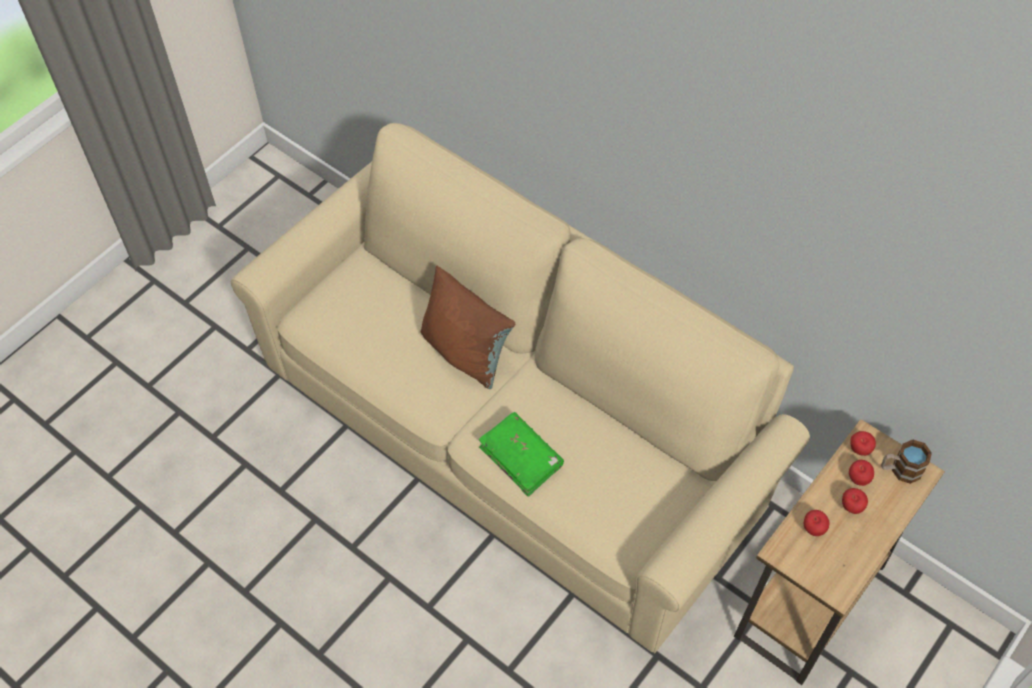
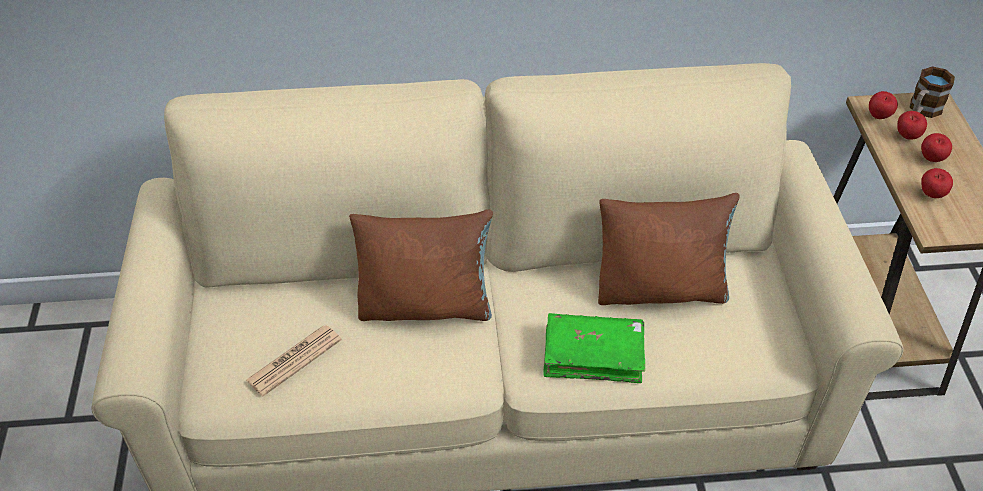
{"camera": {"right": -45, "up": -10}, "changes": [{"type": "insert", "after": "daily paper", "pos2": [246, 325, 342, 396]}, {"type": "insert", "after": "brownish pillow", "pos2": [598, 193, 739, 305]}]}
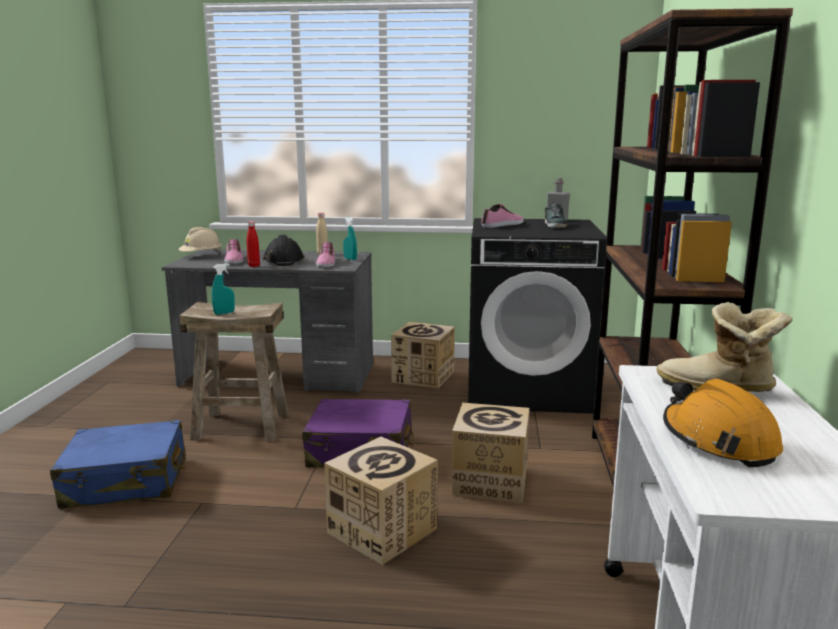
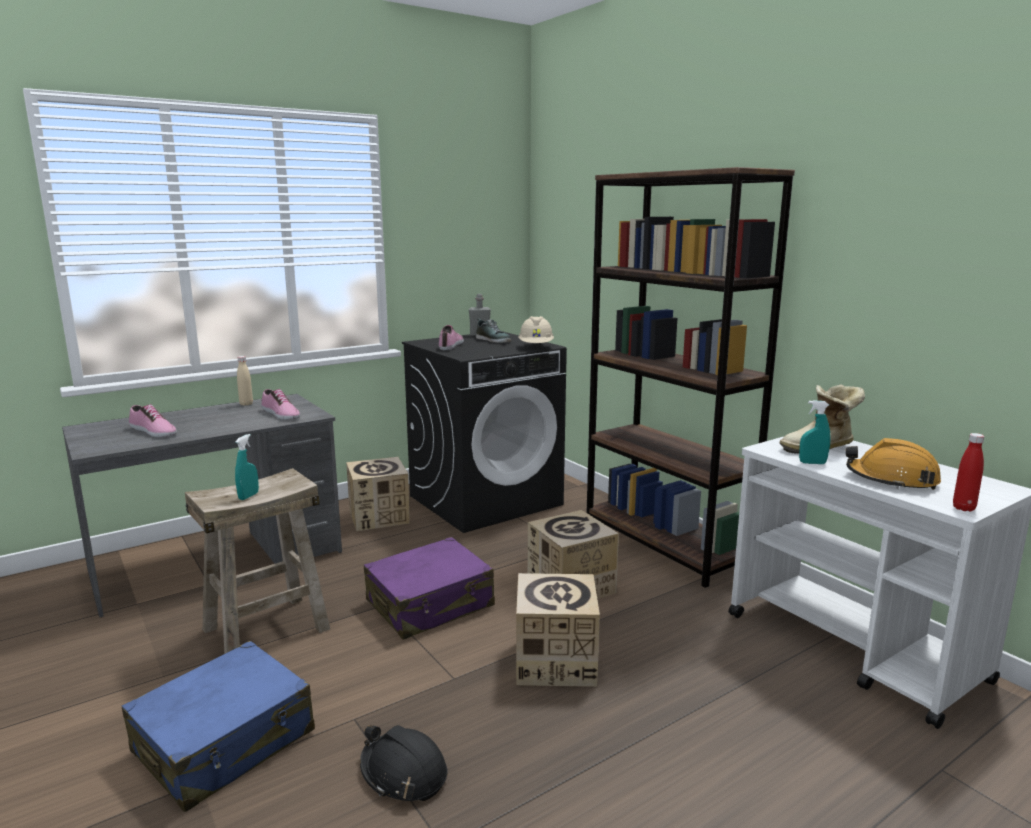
{"camera": {"right": -40, "up": 0}, "changes": [{"type": "move", "before": "black-coloured work helmet", "pos1": [263, 235, 305, 266], "pos2": [360, 725, 448, 801]}, {"type": "move", "before": "sand-coloured work helmet", "pos1": [179, 227, 222, 253], "pos2": [518, 316, 554, 344]}, {"type": "move", "before": "turquoise-coloured hand sprayer", "pos1": [343, 217, 357, 260], "pos2": [799, 400, 831, 464]}, {"type": "move", "before": "red-coloured drink bottle", "pos1": [247, 221, 260, 267], "pos2": [953, 433, 984, 512]}]}
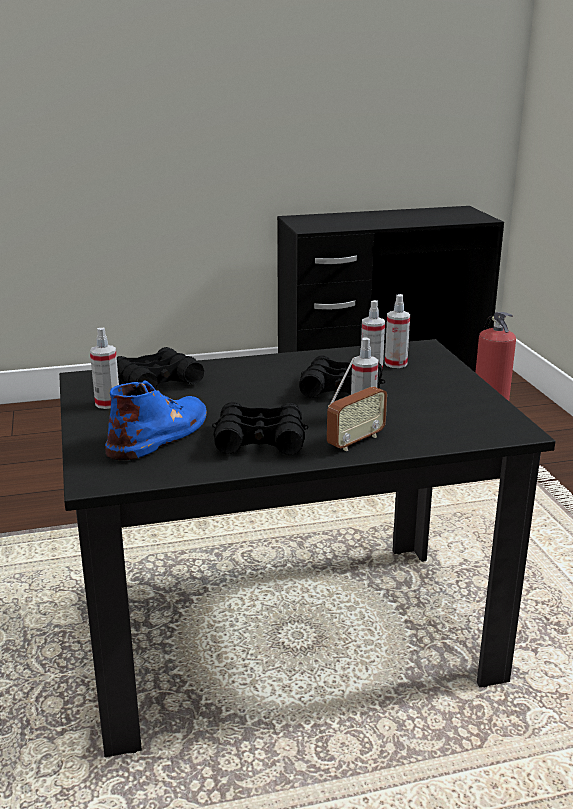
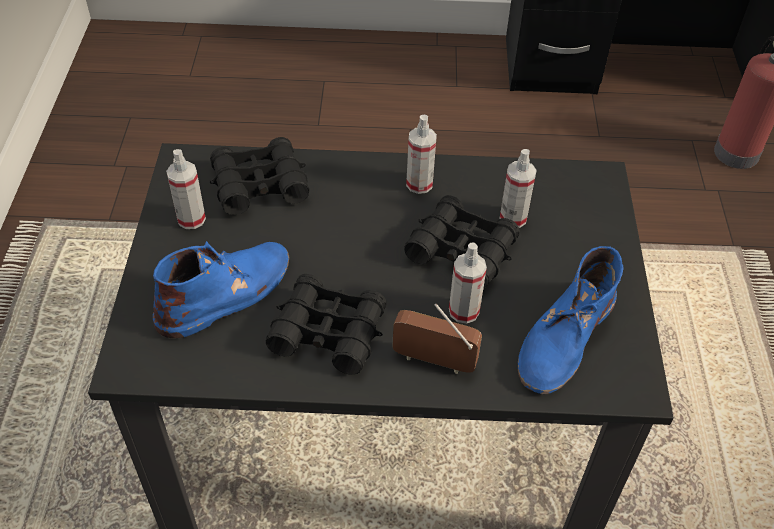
{"camera": {"right": 15, "up": 25}, "changes": [{"type": "rotate", "before": "radio set", "pos1": [327, 358, 387, 451], "pos2": [392, 304, 482, 374], "turn": -135}, {"type": "move", "before": "hand sprayer", "pos1": [385, 294, 410, 368], "pos2": [406, 115, 437, 194]}, {"type": "insert", "after": "blue-coloured high-top boot", "pos2": [518, 246, 624, 394]}]}
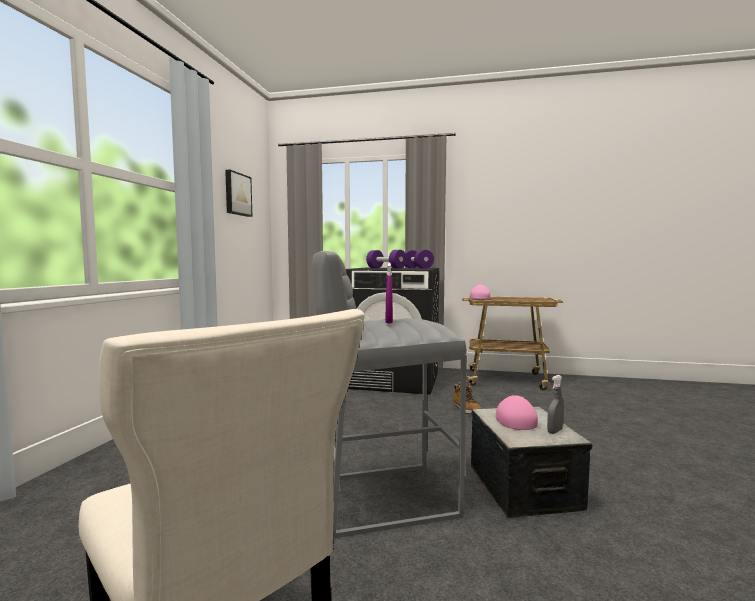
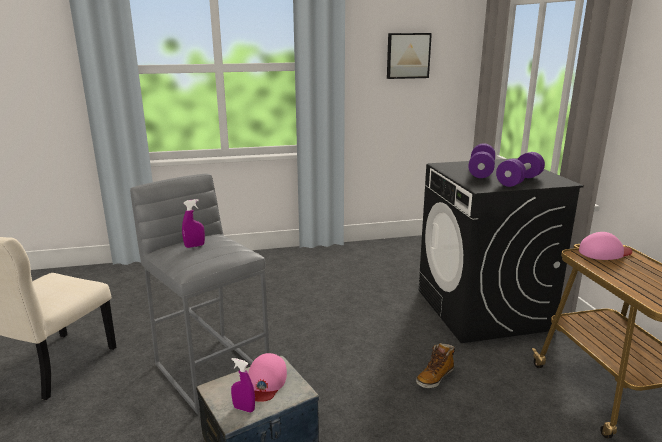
{"camera": {"right": 65, "up": 15}, "changes": [{"type": "recolor", "before": "grey hand sprayer", "after": "purple-coloured hand sprayer", "pos1": [547, 375, 564, 434], "pos2": [231, 358, 255, 413]}, {"type": "rotate", "before": "pinkish baseball cap", "pos1": [495, 395, 538, 430], "pos2": [248, 353, 287, 402], "turn": 120}]}
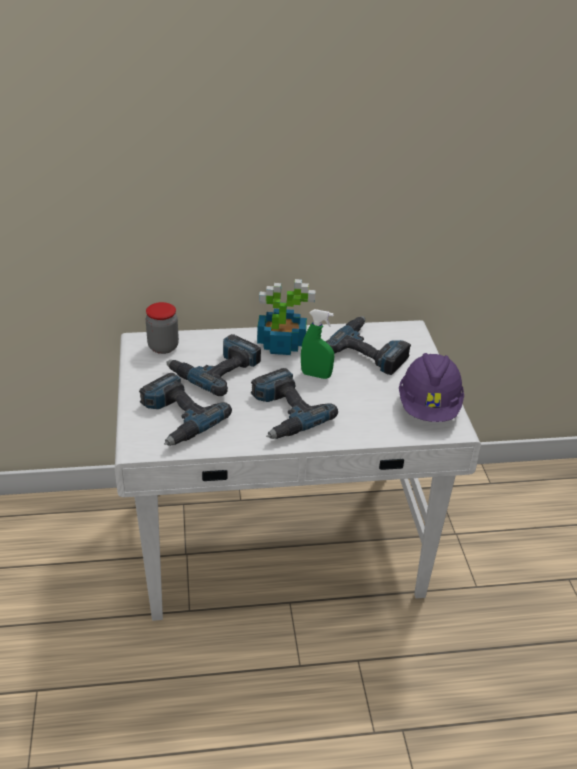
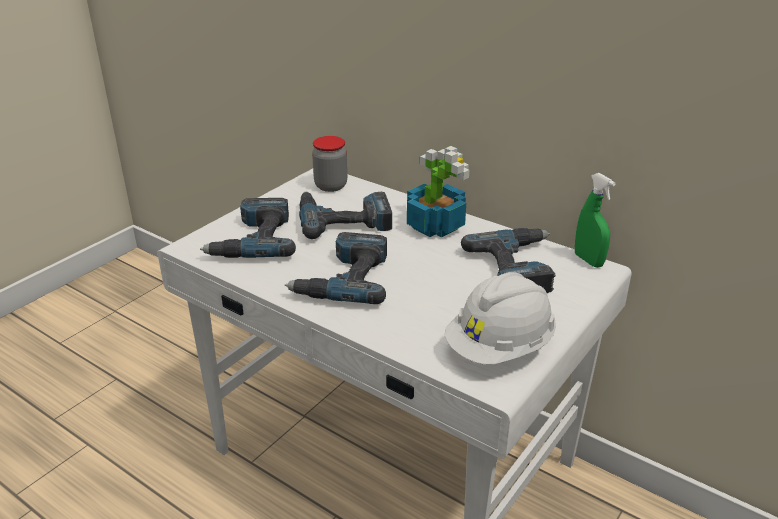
{"camera": {"right": 45, "up": -5}, "changes": [{"type": "recolor", "before": "purple-coloured work helmet", "after": "whitish work helmet", "pos1": [399, 353, 464, 422], "pos2": [445, 272, 556, 365]}, {"type": "move", "before": "green hand sprayer", "pos1": [301, 309, 334, 379], "pos2": [575, 173, 616, 268]}]}
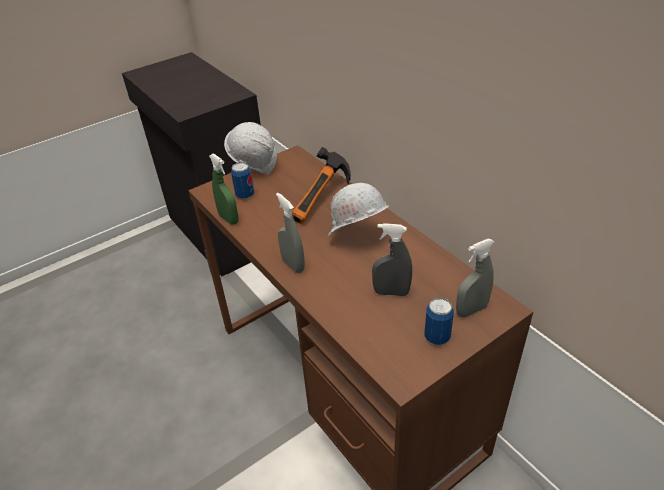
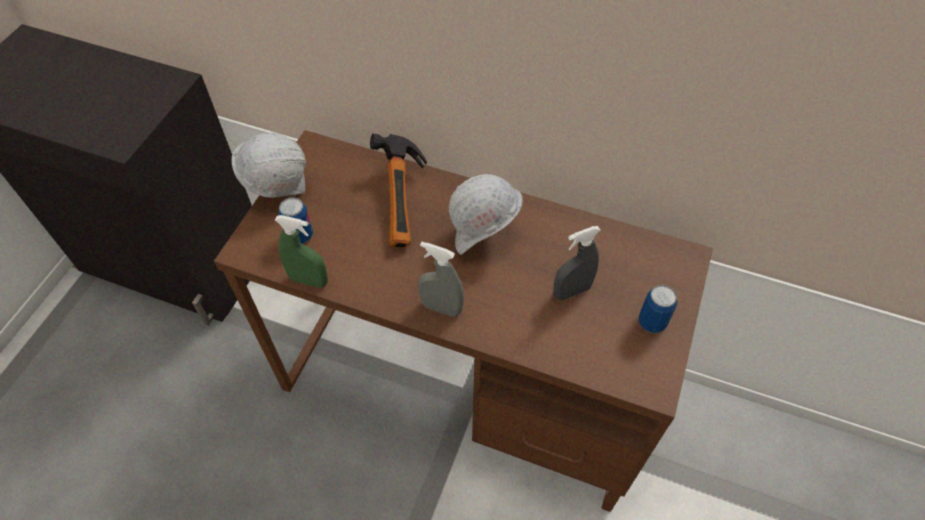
{"camera": {"right": -35, "up": 15}, "changes": [{"type": "delete", "before": "grey hand sprayer", "pos1": [456, 239, 495, 317]}]}
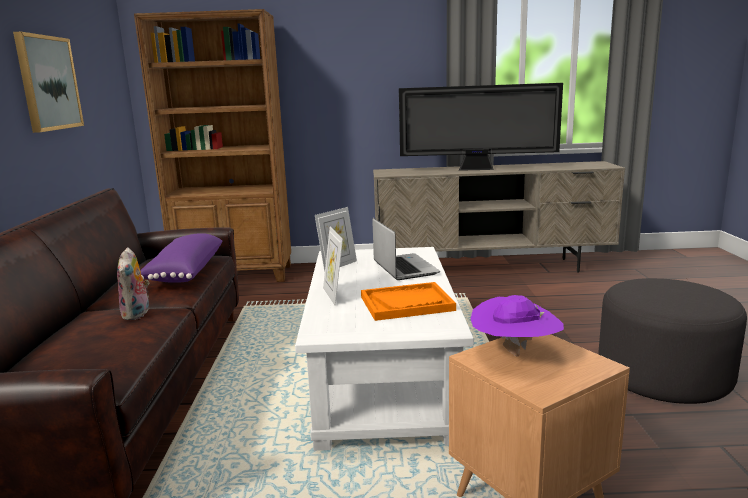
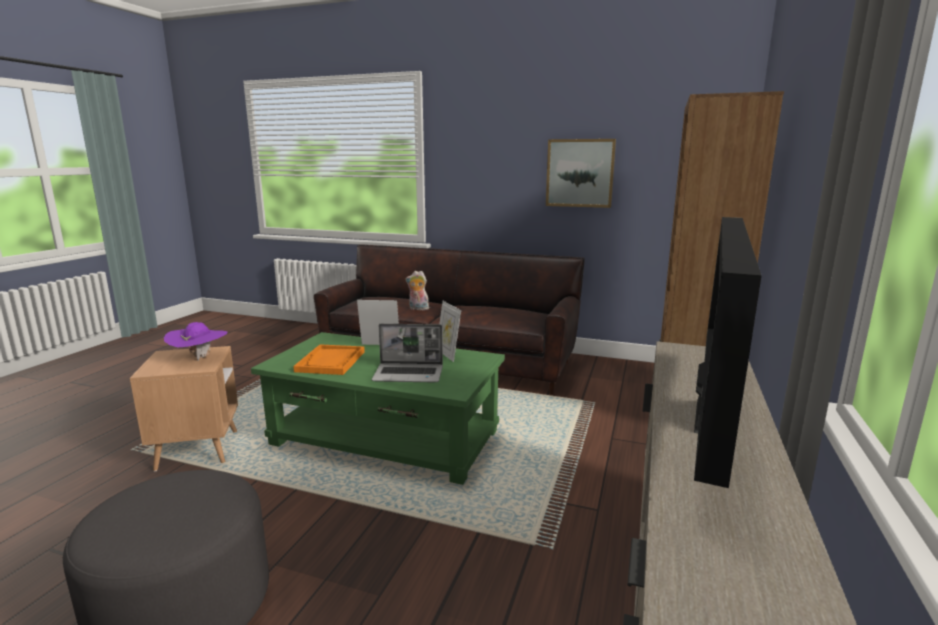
{"camera": {"right": 110, "up": 0}, "changes": [{"type": "recolor", "before": "whitish coffee table", "after": "green coffee table", "pos1": [295, 247, 474, 451], "pos2": [251, 332, 505, 485]}, {"type": "delete", "before": "purple-coloured pillow", "pos1": [140, 233, 222, 283]}]}
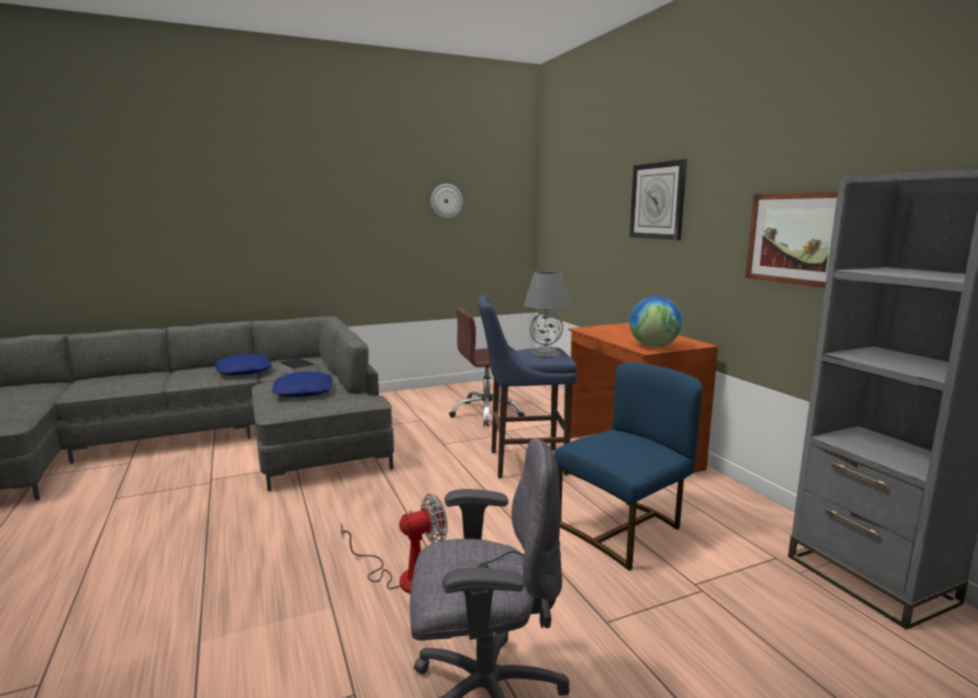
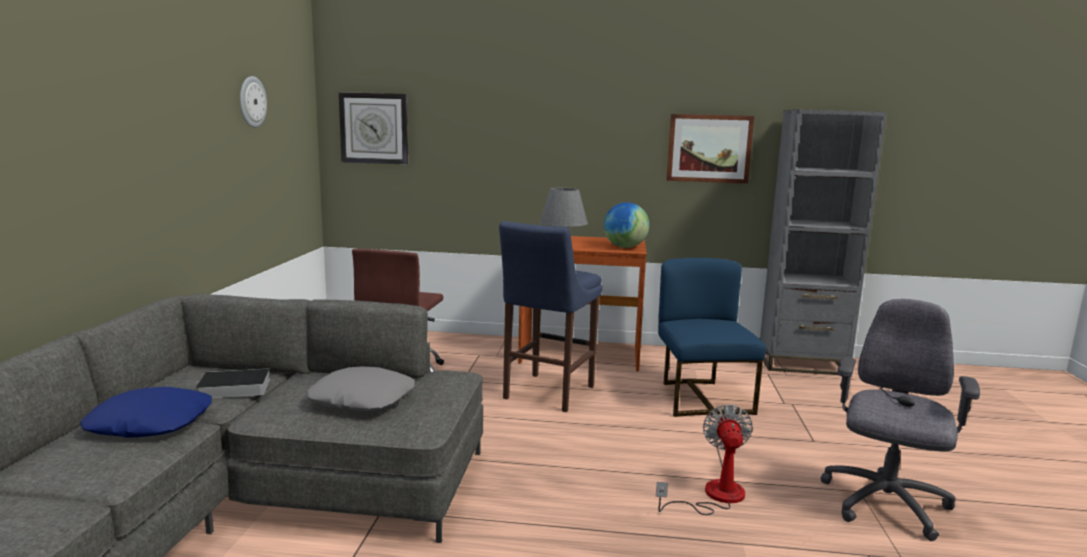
{"camera": {"right": -60, "up": 0}, "changes": [{"type": "recolor", "before": "blue-coloured pillow", "after": "grey pillow", "pos1": [272, 371, 333, 397], "pos2": [307, 367, 415, 411]}, {"type": "move", "before": "wall clock", "pos1": [630, 159, 687, 240], "pos2": [339, 92, 408, 165]}]}
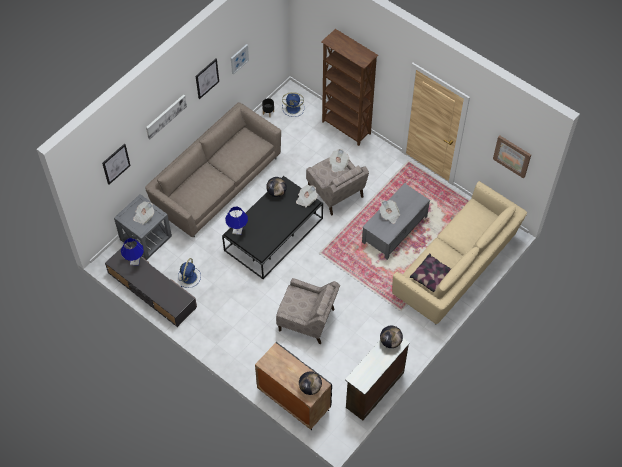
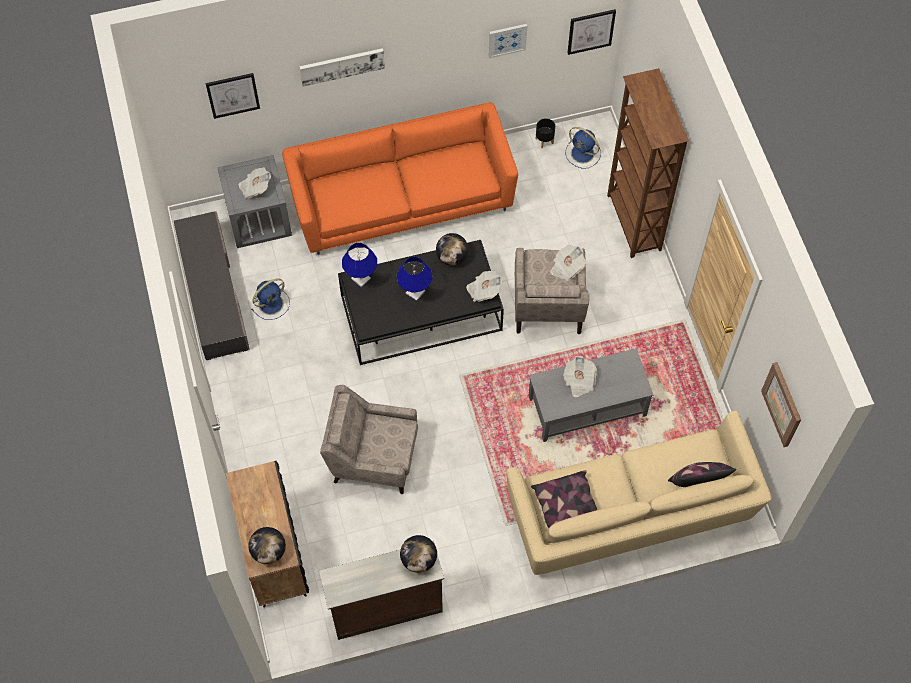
{"camera": {"right": 35, "up": 5}, "changes": [{"type": "recolor", "before": "sand-coloured settee", "after": "orange-coloured settee", "pos1": [145, 102, 281, 238], "pos2": [282, 102, 518, 255]}, {"type": "rotate", "before": "sand-coloured armchair", "pos1": [276, 278, 340, 344], "pos2": [320, 385, 418, 494], "turn": 135}, {"type": "move", "before": "blue-coloured table lamp", "pos1": [121, 238, 144, 266], "pos2": [397, 257, 433, 301]}, {"type": "move", "before": "wall art", "pos1": [196, 59, 219, 99], "pos2": [568, 9, 616, 55]}, {"type": "insert", "after": "pillow", "pos2": [668, 462, 737, 487]}]}
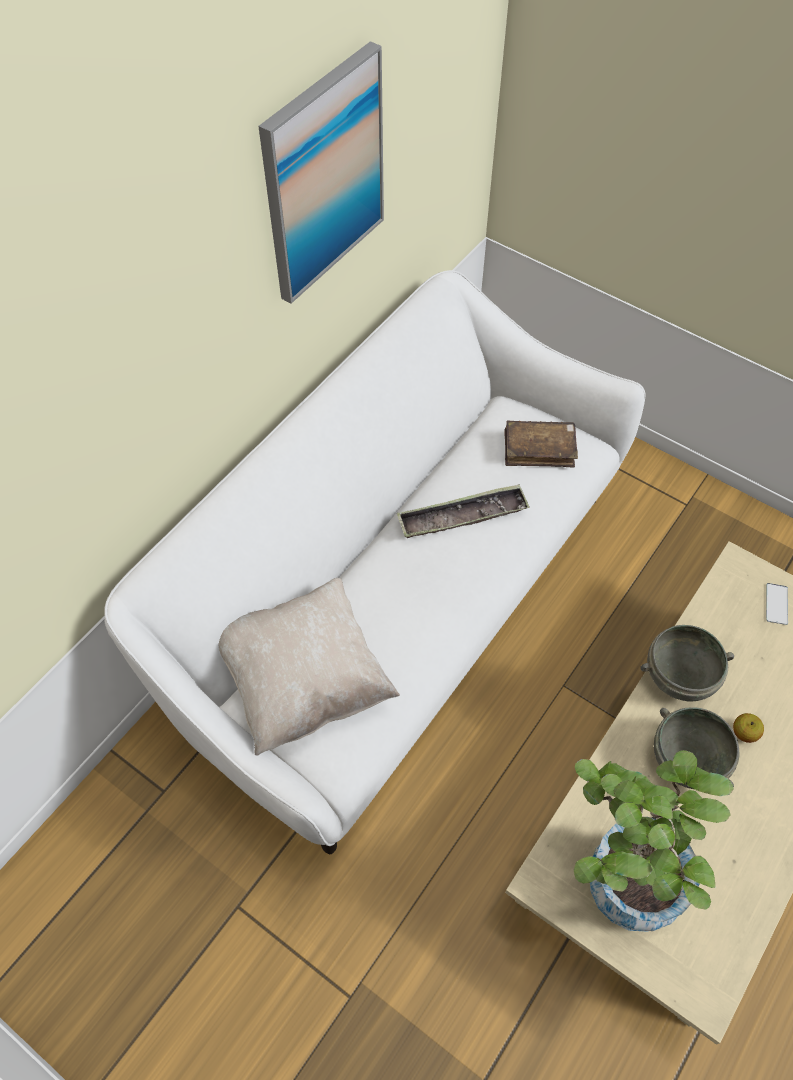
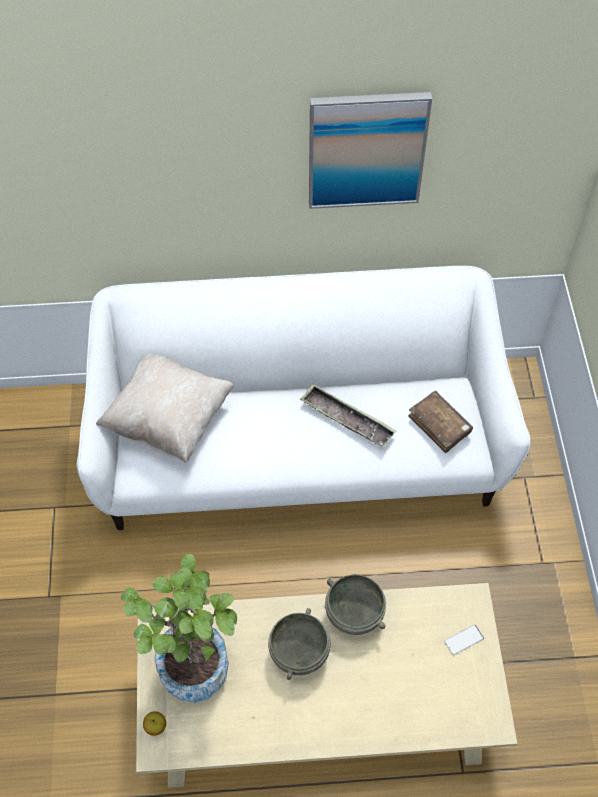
{"camera": {"right": 50, "up": 0}, "changes": [{"type": "move", "before": "whole apple", "pos1": [733, 713, 764, 743], "pos2": [143, 711, 166, 736]}]}
